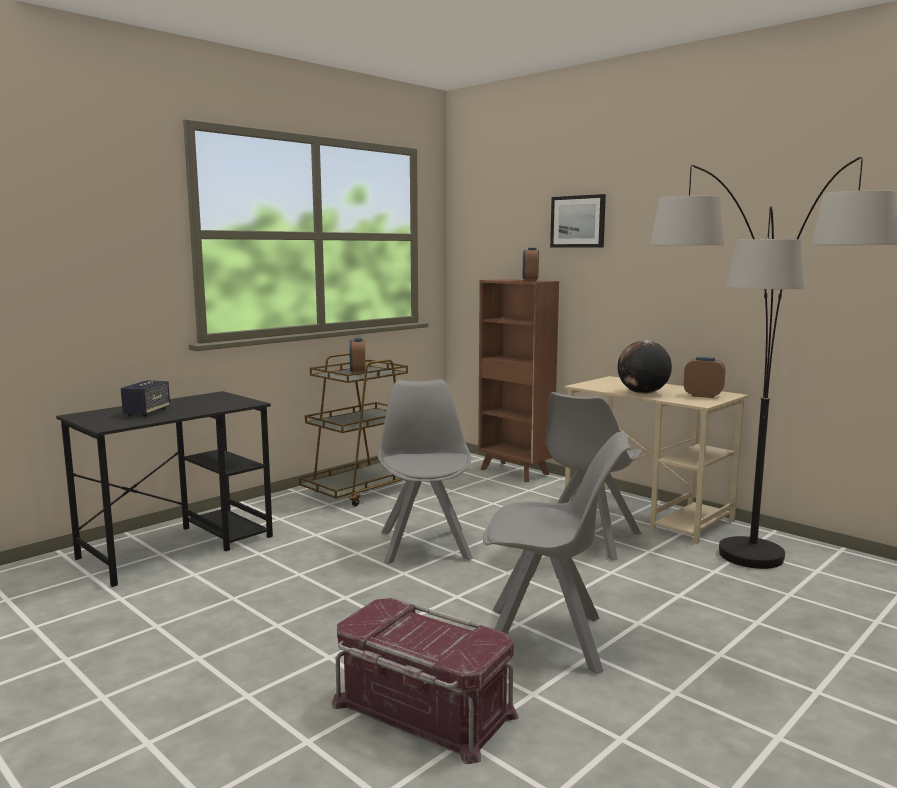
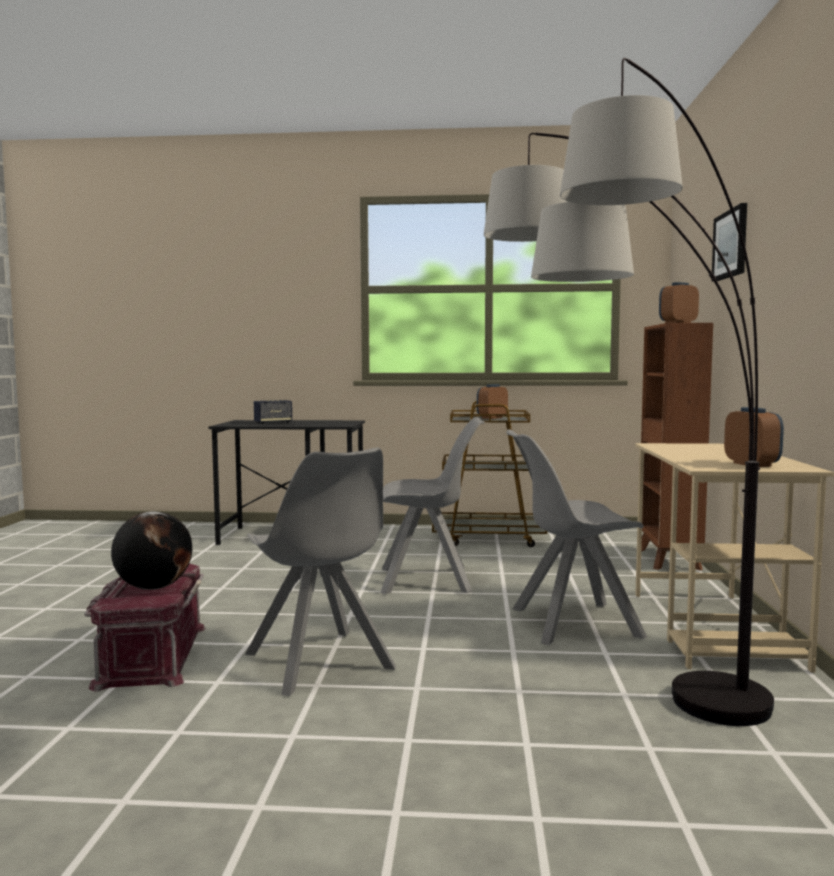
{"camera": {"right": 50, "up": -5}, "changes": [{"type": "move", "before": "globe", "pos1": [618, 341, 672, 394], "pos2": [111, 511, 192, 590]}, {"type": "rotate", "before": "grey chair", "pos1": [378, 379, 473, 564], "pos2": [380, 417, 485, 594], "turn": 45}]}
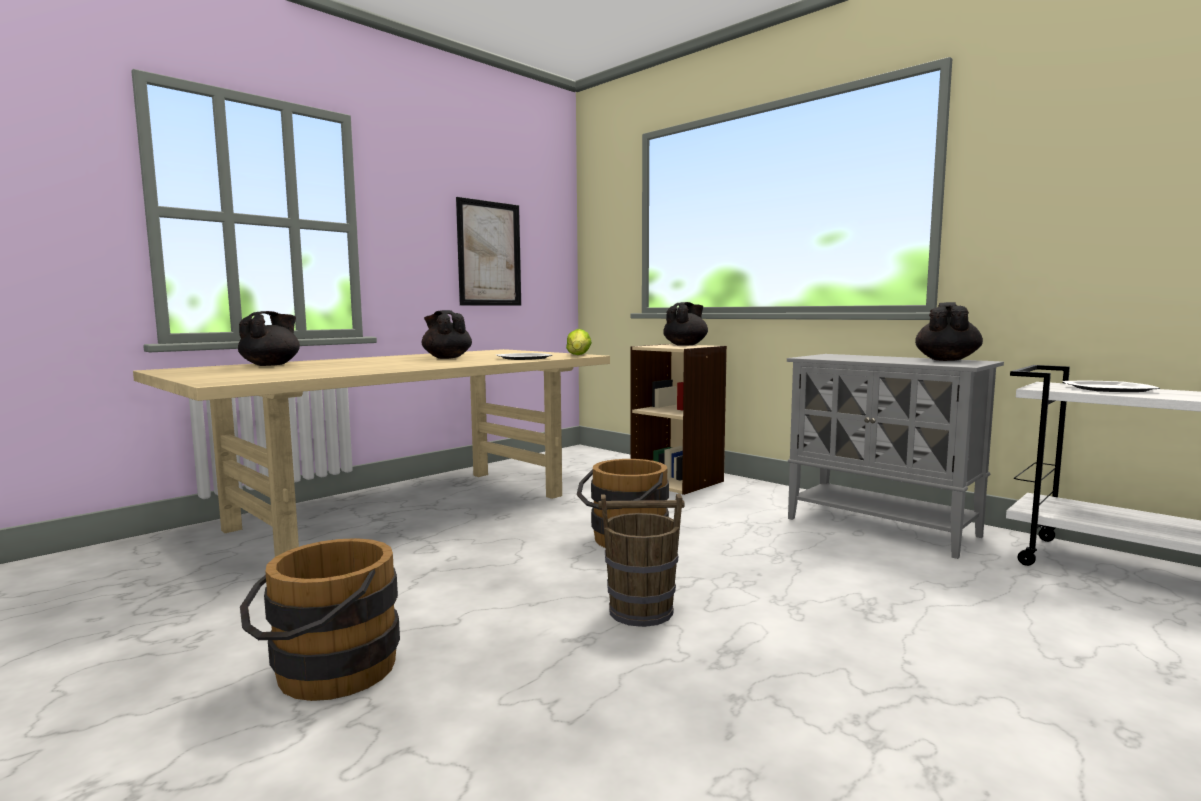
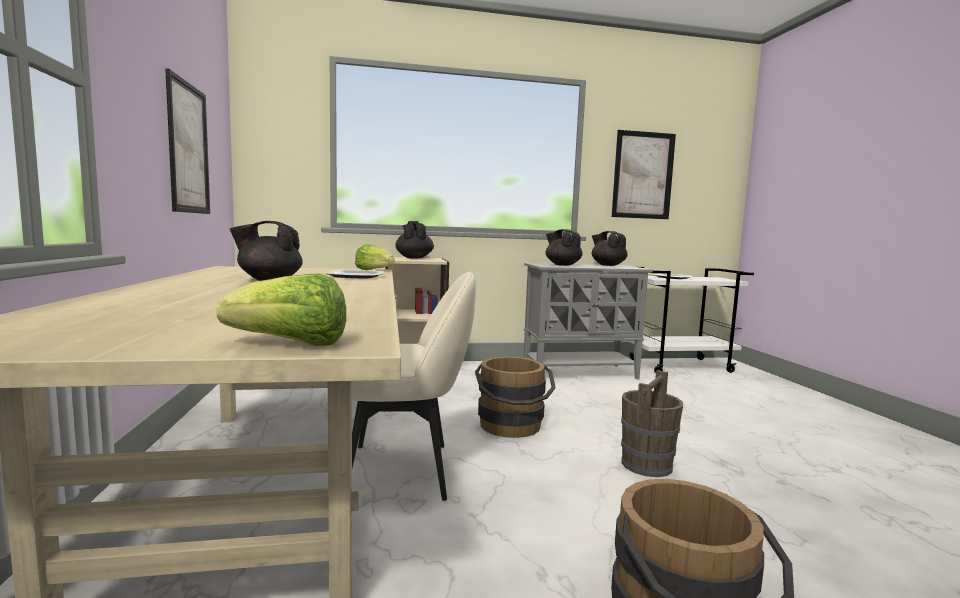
{"camera": {"right": -55, "up": 0}, "changes": [{"type": "insert", "after": "head of lettuce", "pos2": [216, 273, 346, 346]}, {"type": "insert", "after": "sand-coloured chair", "pos2": [352, 271, 476, 501]}, {"type": "move", "before": "black-coloured tea pot", "pos1": [238, 311, 300, 366], "pos2": [546, 229, 583, 266]}, {"type": "insert", "after": "wall art", "pos2": [612, 130, 676, 219]}]}
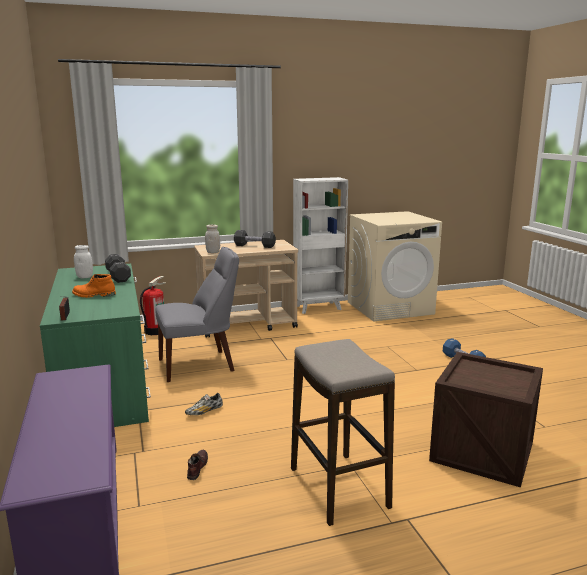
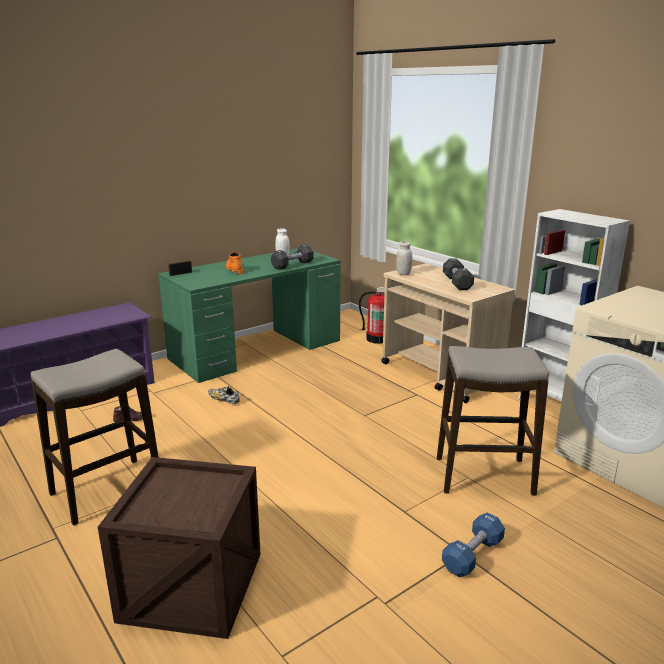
{"camera": {"right": 70, "up": 5}, "changes": [{"type": "insert", "after": "stool", "pos2": [437, 346, 549, 496]}, {"type": "delete", "before": "grey chair", "pos1": [155, 247, 239, 382]}]}
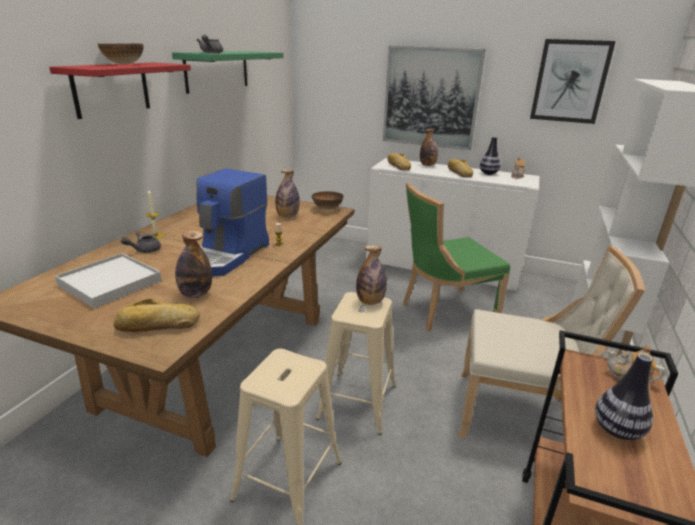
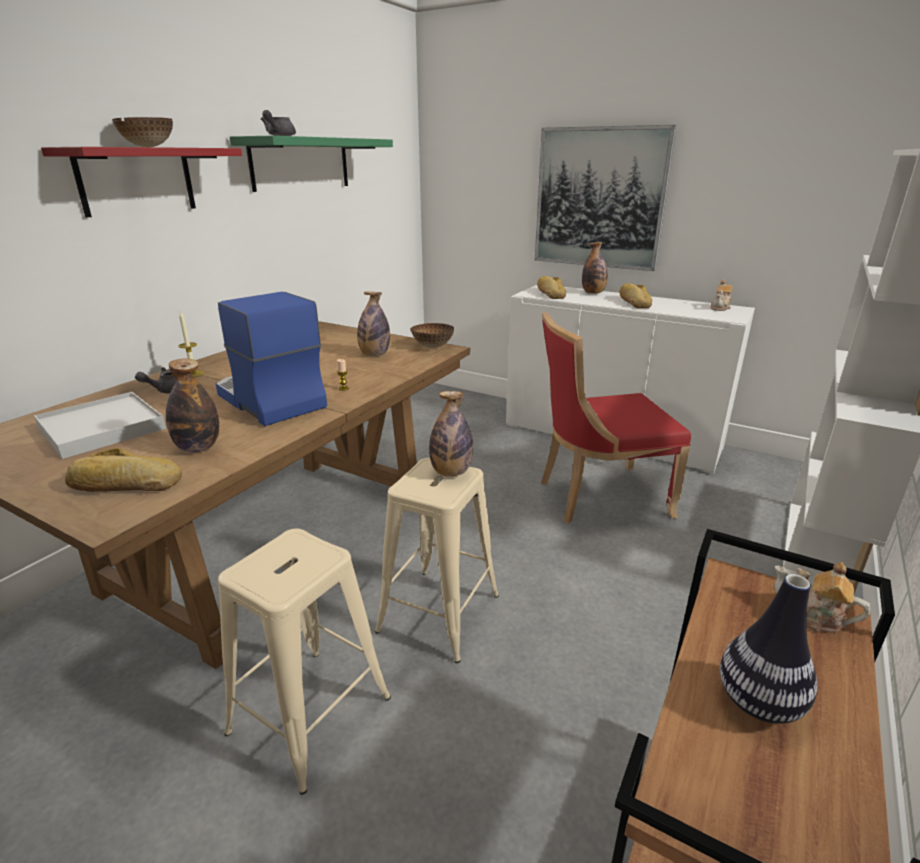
{"camera": {"right": 10, "up": 0}, "changes": [{"type": "rotate", "before": "coffee machine", "pos1": [196, 168, 269, 277], "pos2": [216, 292, 327, 426], "turn": 105}, {"type": "recolor", "before": "green chair", "after": "red-coloured chair", "pos1": [403, 183, 510, 332], "pos2": [541, 312, 691, 523]}, {"type": "delete", "before": "sand-coloured chair", "pos1": [458, 246, 645, 439]}, {"type": "delete", "before": "flower vase", "pos1": [480, 136, 500, 175]}, {"type": "delete", "before": "wall art", "pos1": [530, 39, 616, 124]}]}
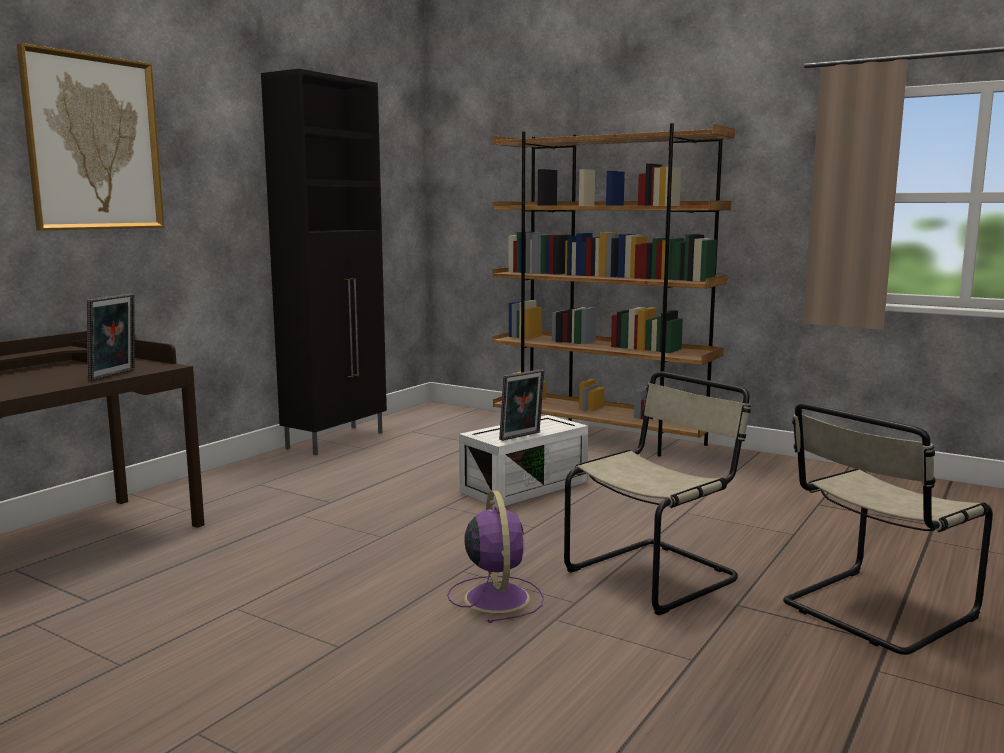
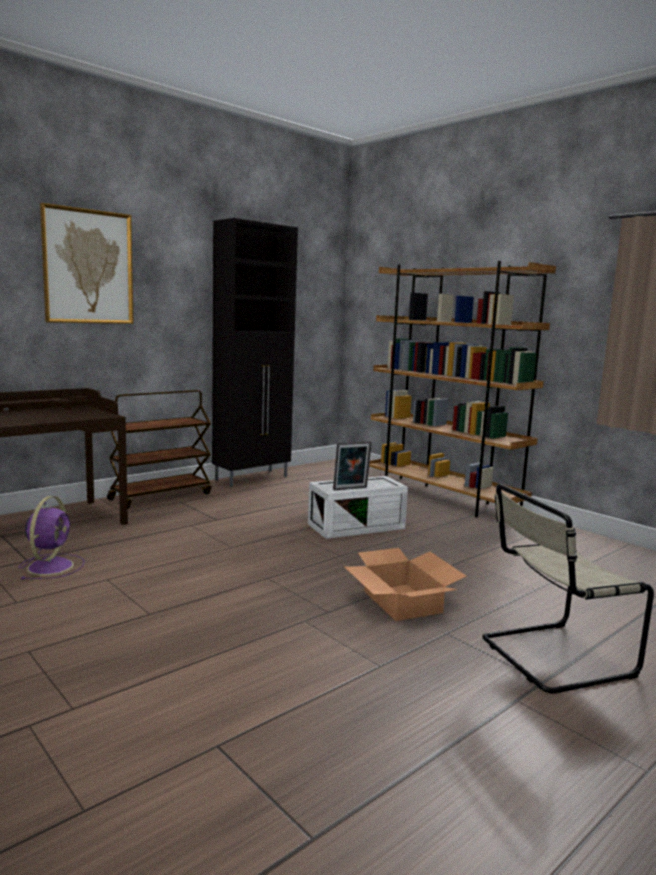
{"camera": {"right": 15, "up": 0}, "changes": [{"type": "move", "before": "purple-coloured electric fan", "pos1": [447, 490, 544, 623], "pos2": [18, 496, 85, 580]}, {"type": "insert", "after": "brownish cart", "pos2": [107, 390, 212, 509]}, {"type": "replace", "before": "sand-coloured chair", "after": "carton", "pos1": [564, 372, 751, 615], "pos2": [344, 548, 467, 621]}, {"type": "delete", "before": "standing frame", "pos1": [87, 294, 135, 381]}]}
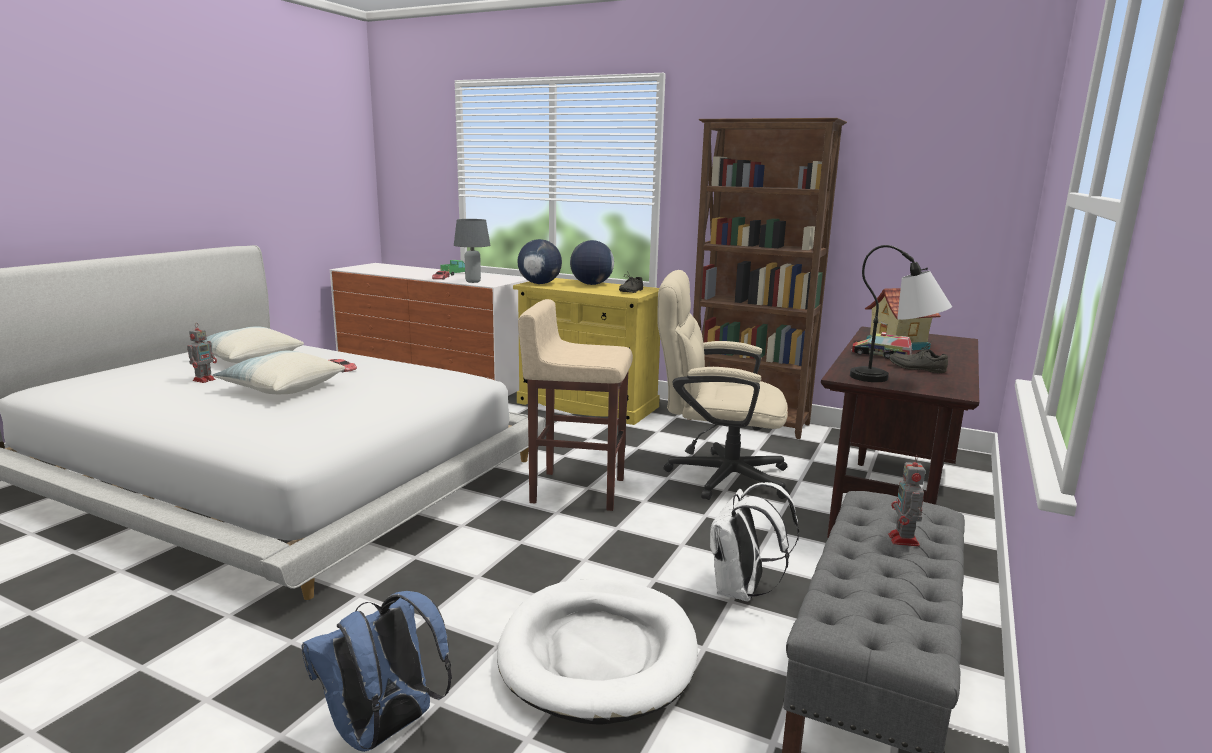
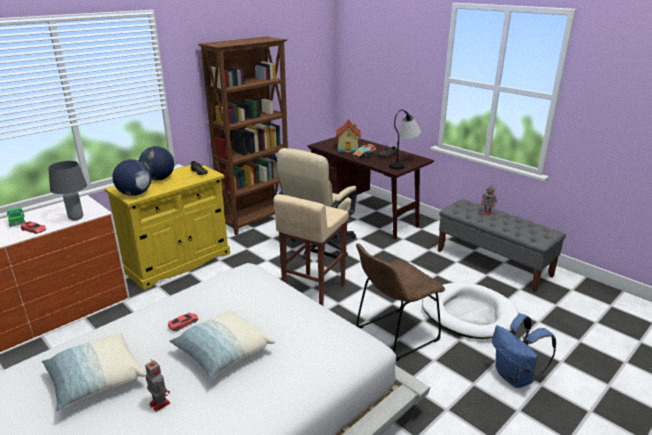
{"camera": {"right": -70, "up": 10}, "changes": [{"type": "insert", "after": "brownish chair", "pos2": [356, 243, 445, 361]}, {"type": "delete", "before": "whitish backpack", "pos1": [710, 482, 799, 602]}]}
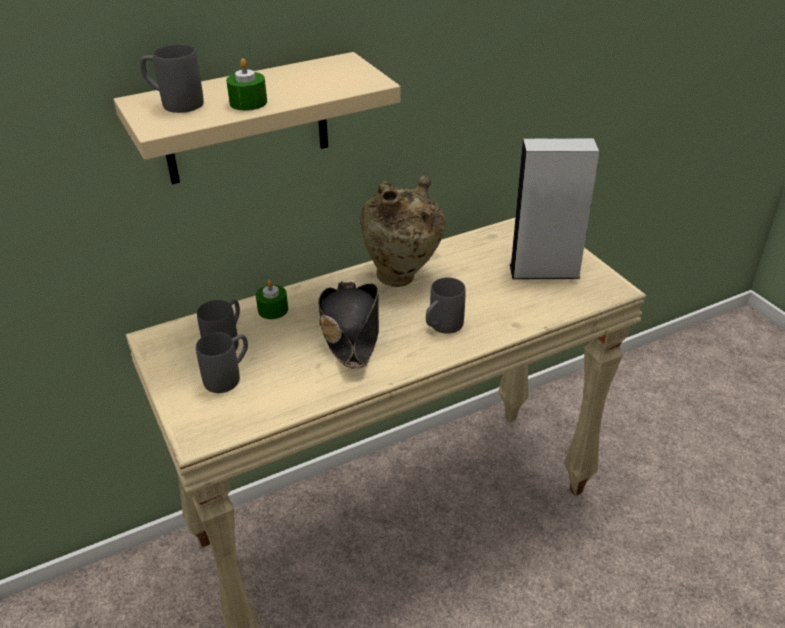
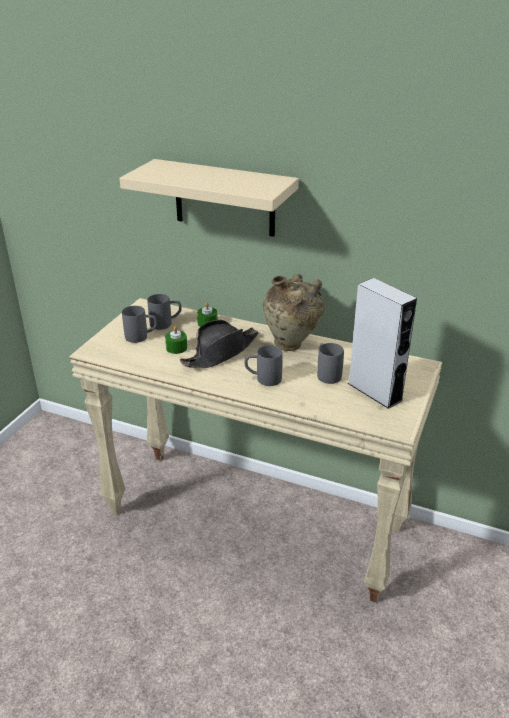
{"camera": {"right": 50, "up": -5}, "changes": [{"type": "move", "before": "green candle", "pos1": [226, 58, 267, 111], "pos2": [165, 326, 187, 354]}, {"type": "move", "before": "grey mug", "pos1": [140, 44, 204, 113], "pos2": [317, 343, 344, 384]}]}
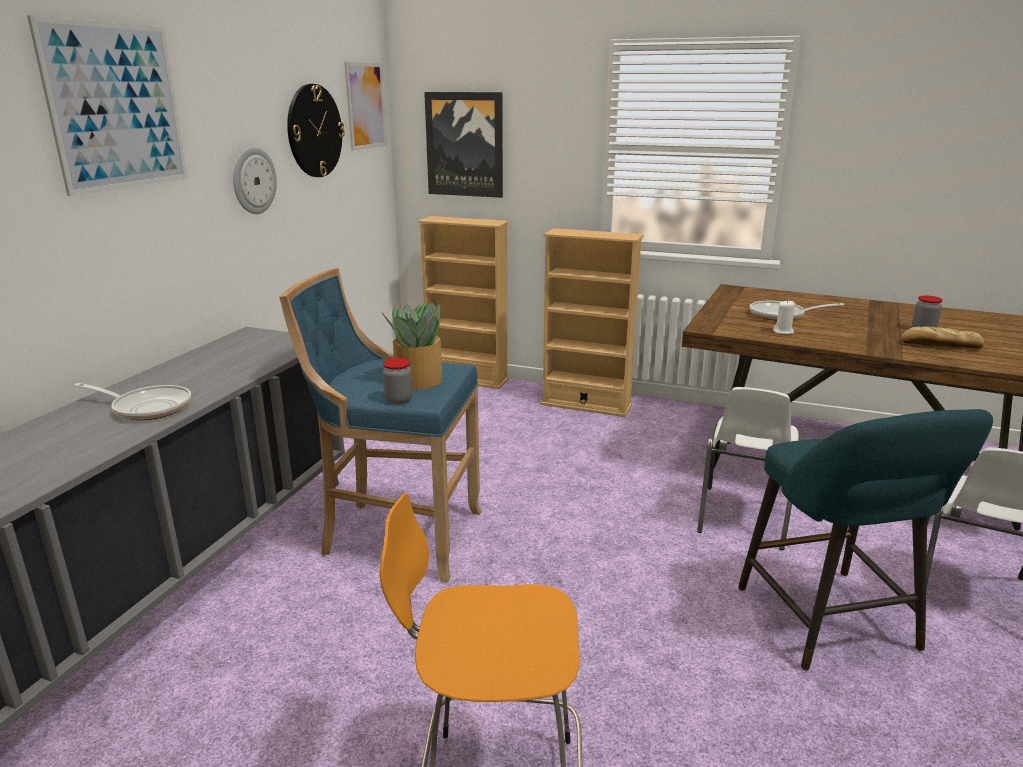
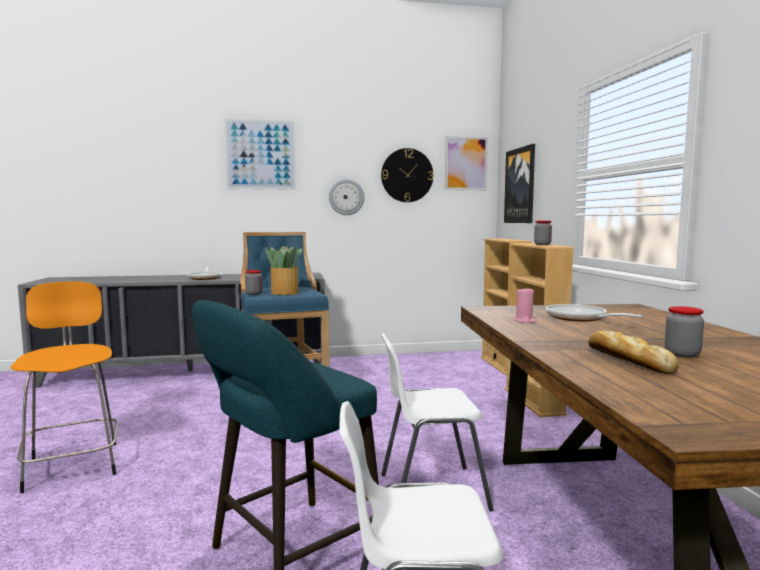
{"camera": {"right": 60, "up": -15}, "changes": [{"type": "recolor", "before": "whitish candle", "after": "pinkish candle", "pos1": [773, 300, 795, 334], "pos2": [514, 286, 536, 323]}, {"type": "insert", "after": "storage jar", "pos2": [534, 221, 552, 245]}]}
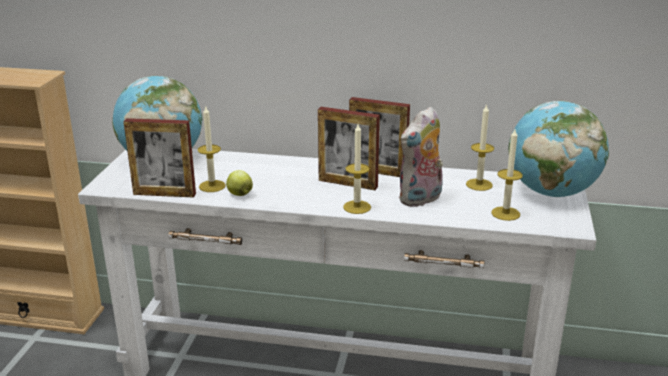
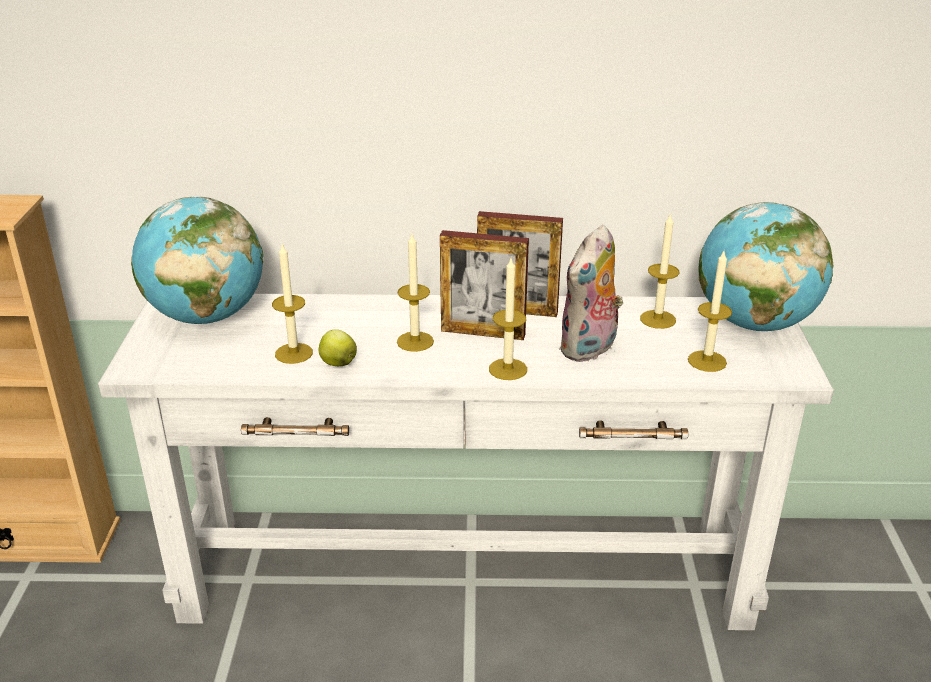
{"camera": {"right": -10, "up": 5}, "changes": [{"type": "insert", "after": "candle", "pos2": [397, 234, 434, 352]}, {"type": "delete", "before": "standing frame", "pos1": [124, 118, 196, 198]}]}
